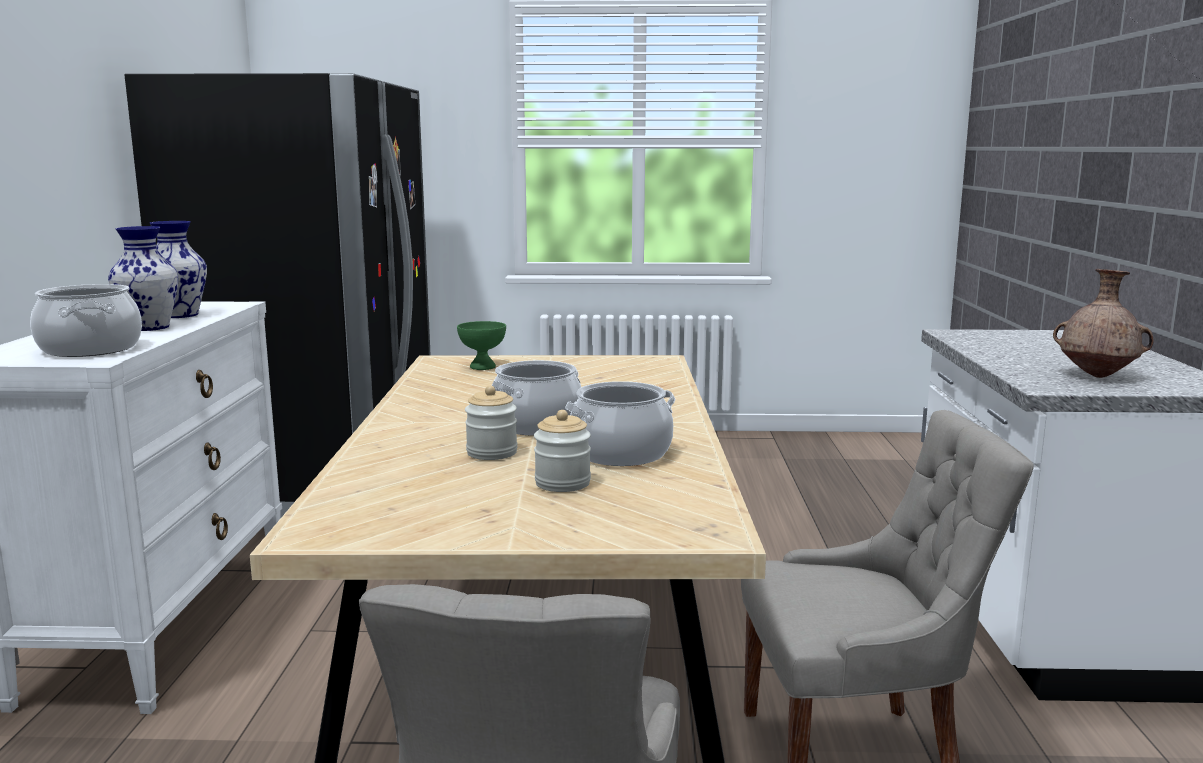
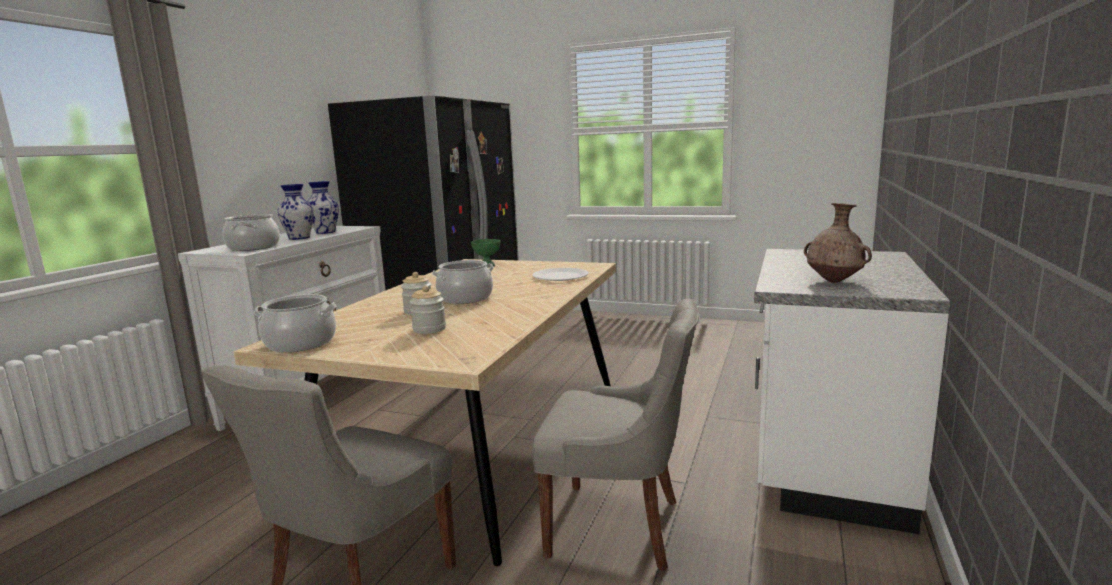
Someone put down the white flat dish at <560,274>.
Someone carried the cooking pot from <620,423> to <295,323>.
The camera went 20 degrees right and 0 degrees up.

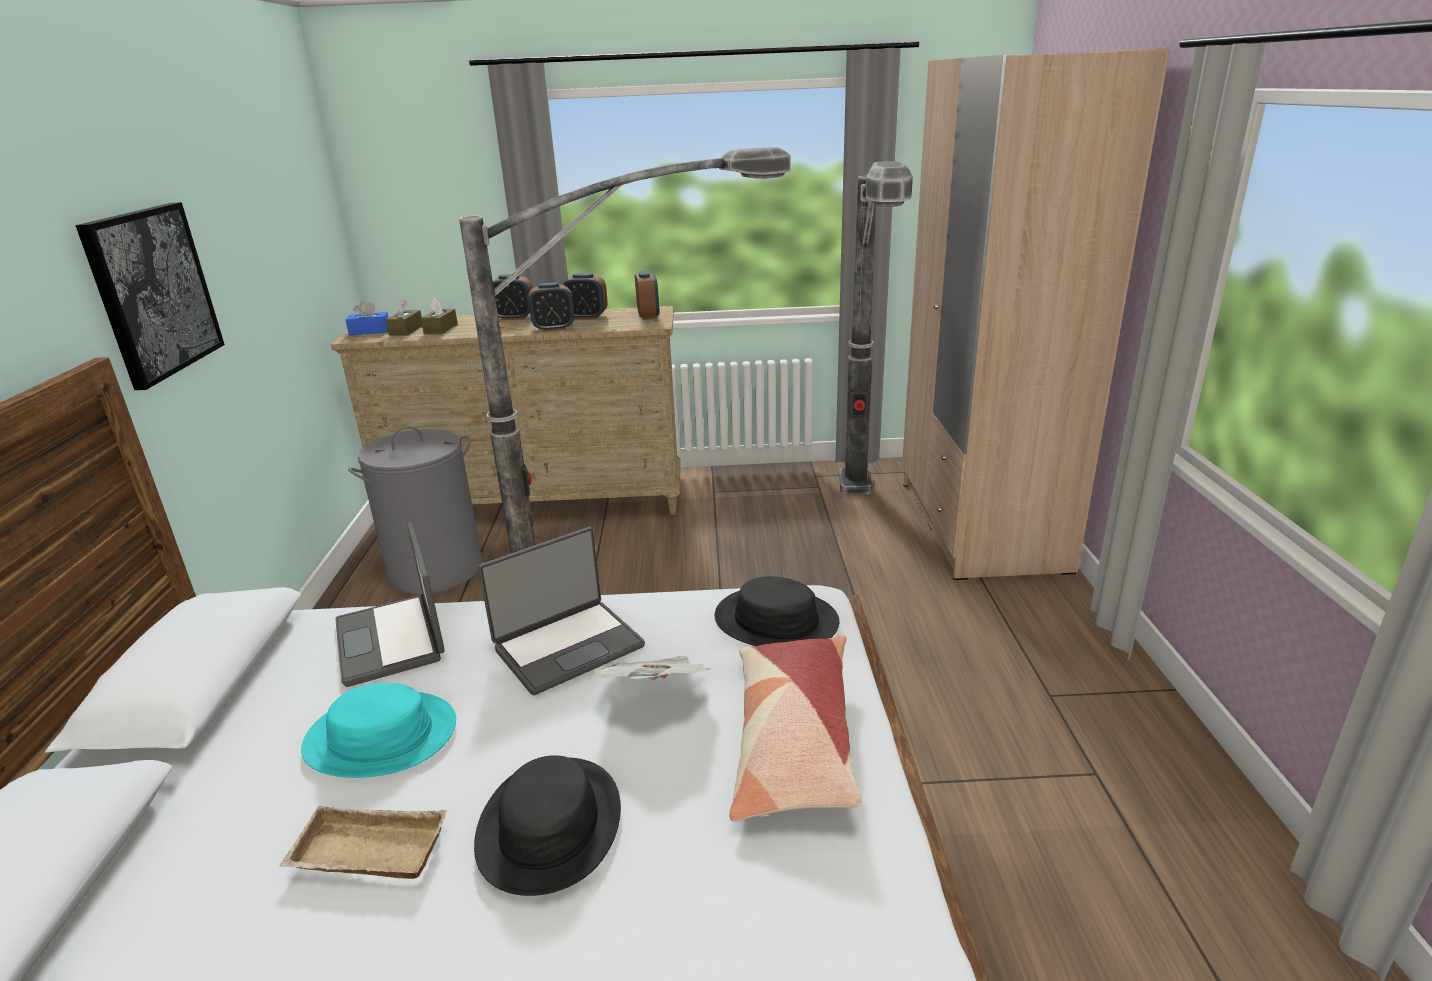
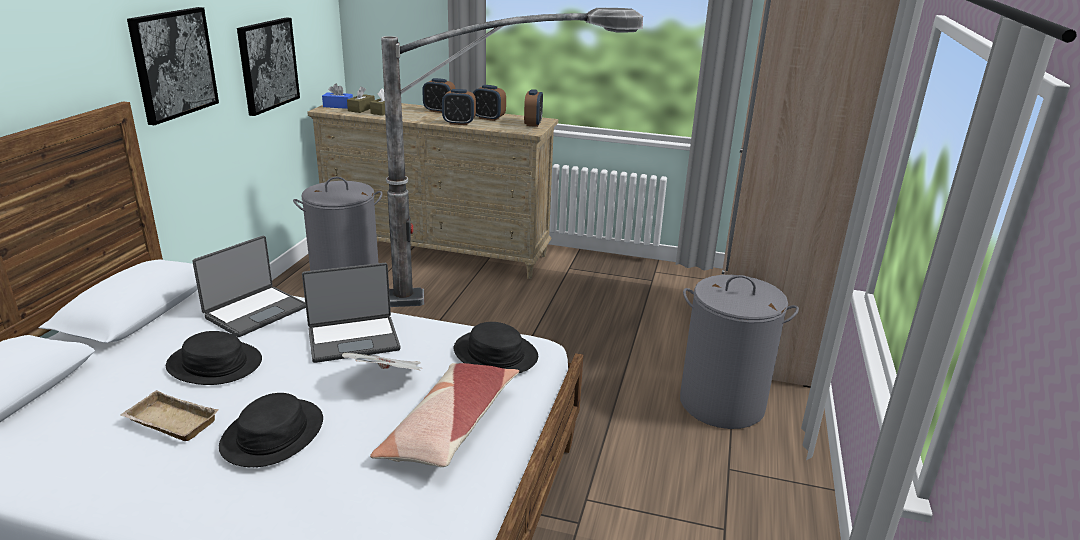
Someone took away the standard lamp at <876,327>.
Someone put up the wall art at <268,66>.
Someone put down the greyish hamper at <739,352>.
Someone repainted the turquoise hat at <378,730>, which became the blackish hat at <214,358>.
Someone rotated the portable computer at <390,604> by 135 degrees counterclockwise.
The camera went 15 degrees right and 0 degrees up.

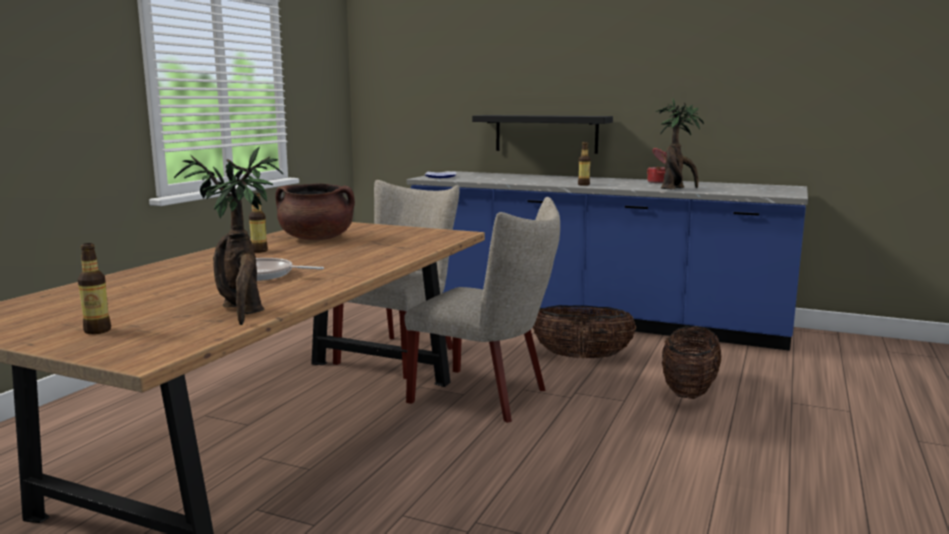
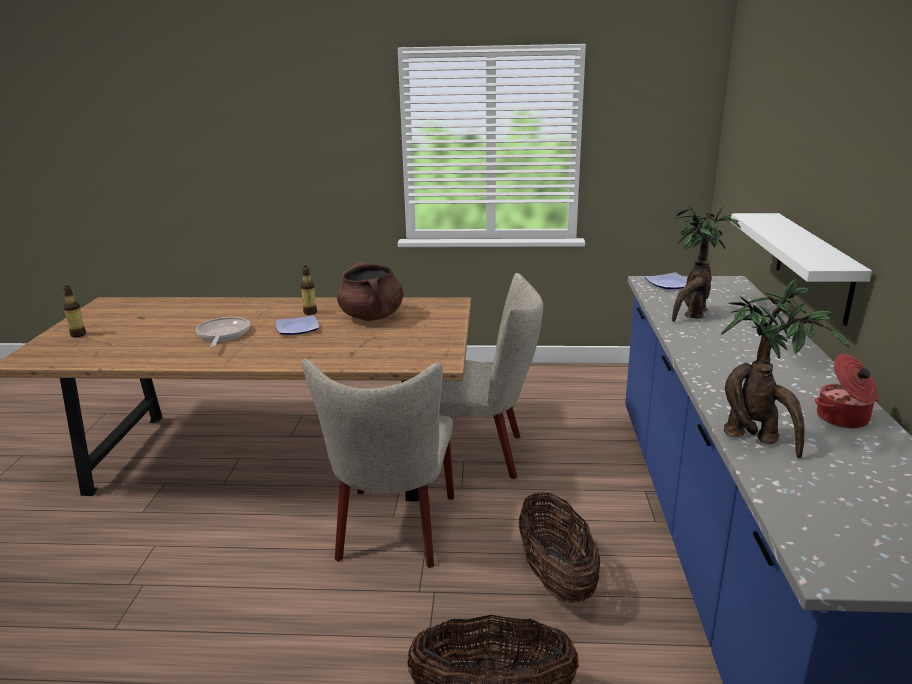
Someone took away the drink bottle at <584,164>.
Someone put down the flat dish at <297,325>.
Someone carried the plant in a pot from <228,236> to <706,262>.
Someone repainted the blackish bracket shelf at <542,134>, which became the white bracket shelf at <801,269>.
The camera went 70 degrees right and 10 degrees up.

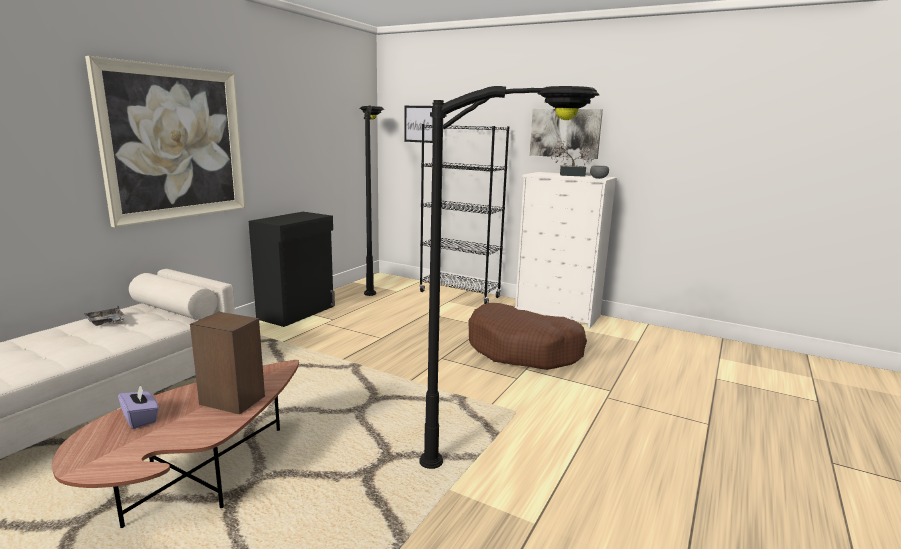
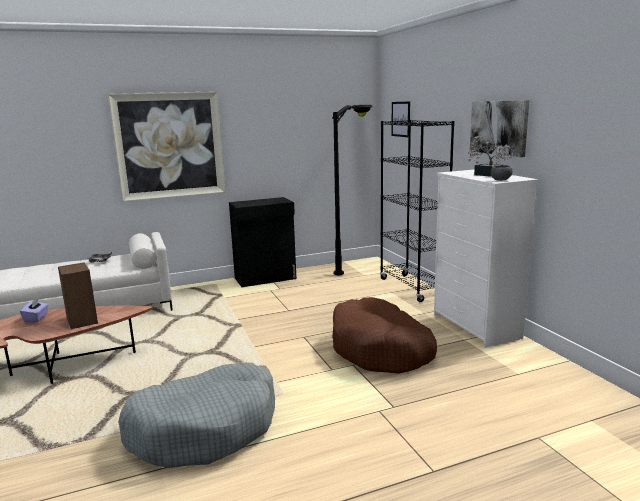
Someone swapped the blackish standard lamp at <509,277> for the greyish dog cushion at <196,415>.
The camera went 40 degrees right and 0 degrees up.

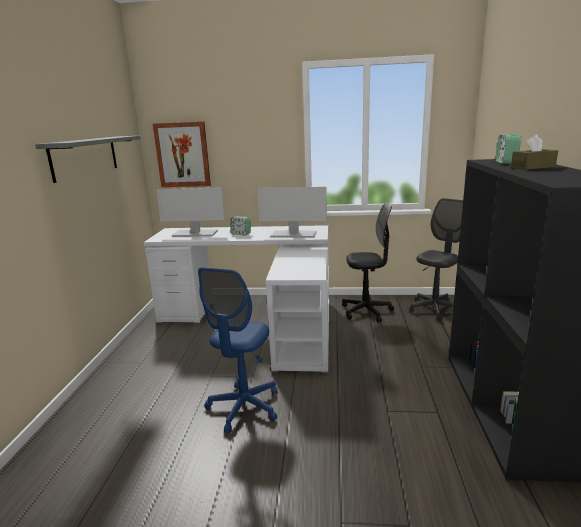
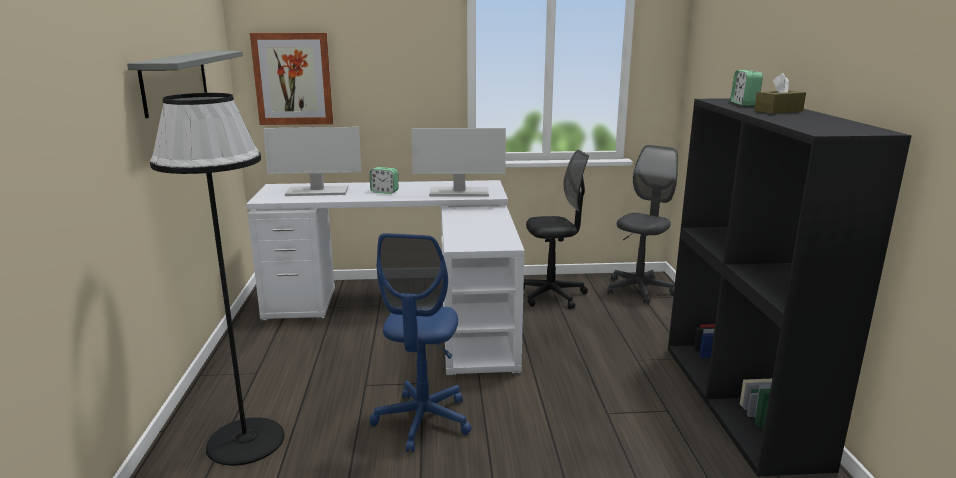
Someone put down the blackish standard lamp at <217,279>.
The camera went 10 degrees left and 0 degrees up.

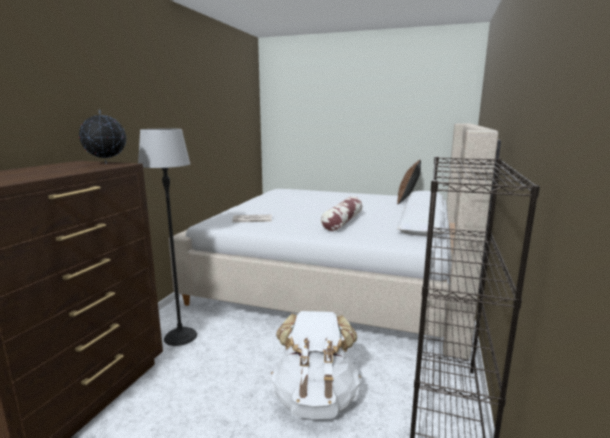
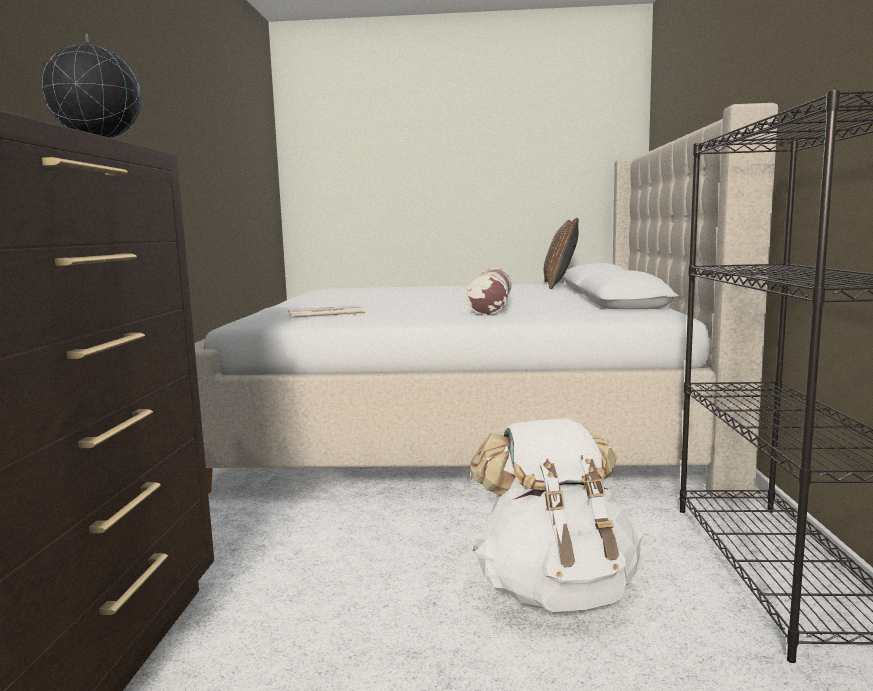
Someone took away the standard lamp at <167,237>.
The camera went 15 degrees left and 5 degrees down.

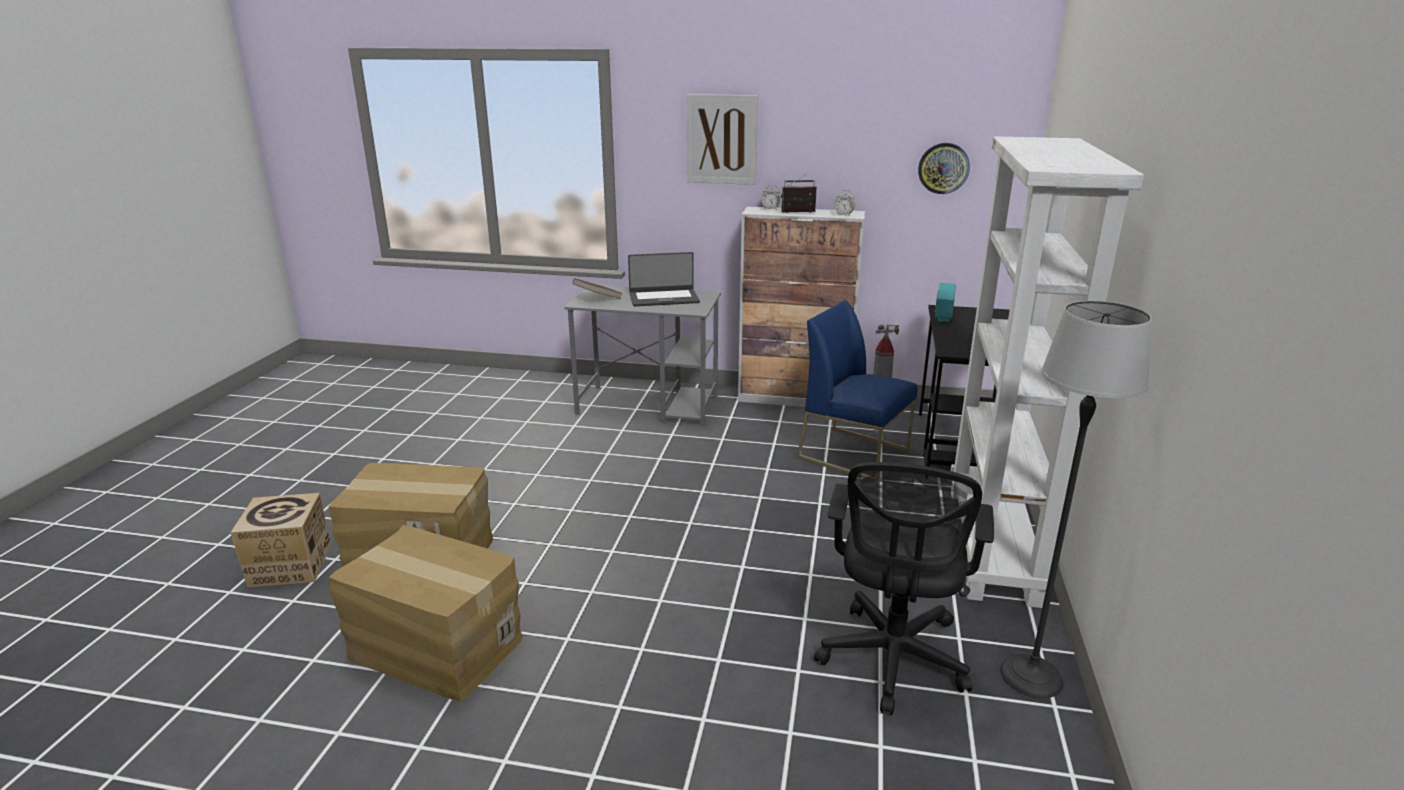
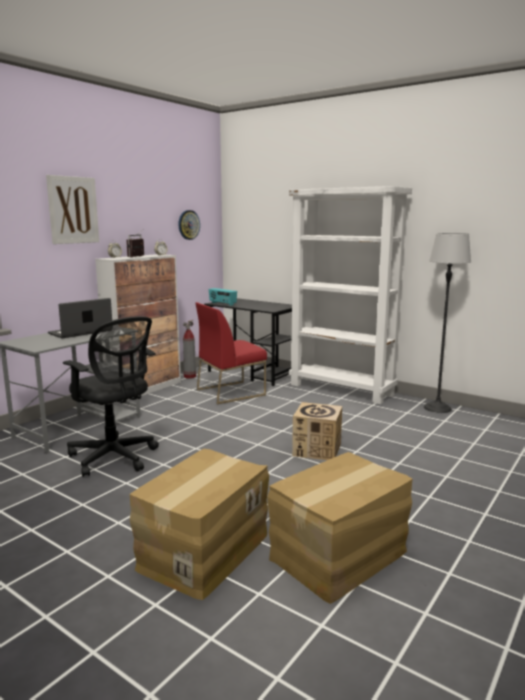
Someone took away the brownish bound book at <598,288>.
Someone carried the cardboard box from <281,540> to <317,431>.
Someone carried the blackish desk chair from <904,588> to <111,396>.
Someone repainted the blue-coloured plain chair at <857,391>, which became the reddish plain chair at <231,353>.
Someone rotated the portable computer at <664,279> by 150 degrees counterclockwise.
The camera went 65 degrees left and 10 degrees down.

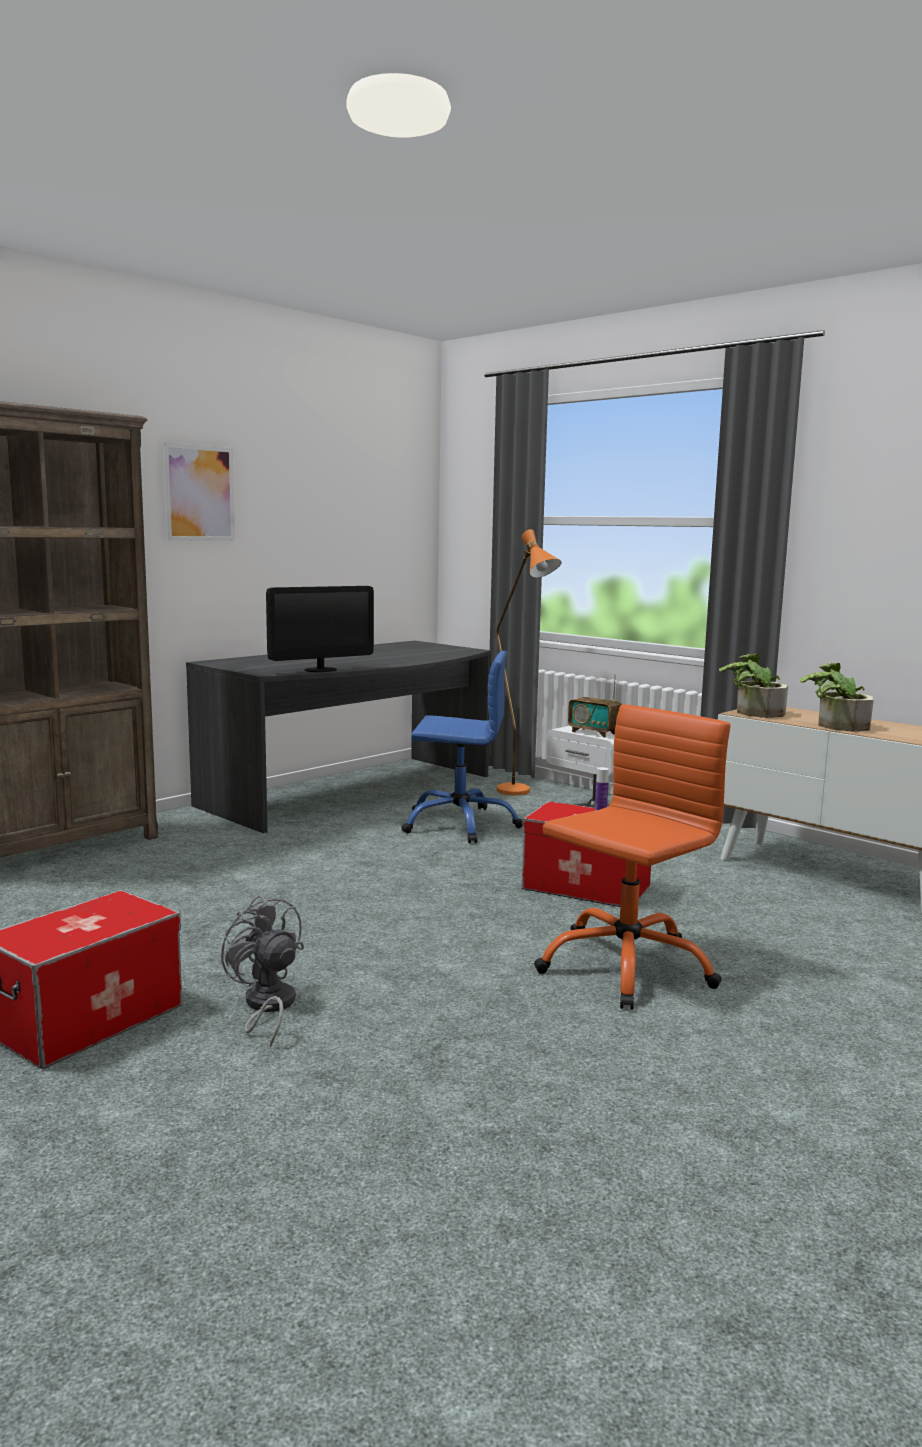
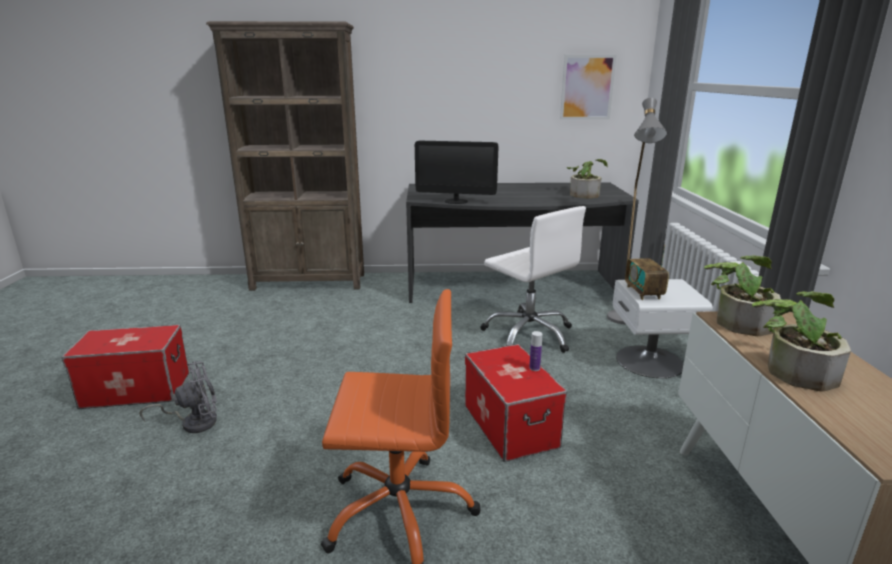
Someone put down the plant in a pot at <587,178>.
Someone carried the wall art from <199,492> to <588,87>.
Someone repainted the blue-coloured desk chair at <462,747>, which became the white desk chair at <533,279>.
Someone repainted the orange standard lamp at <529,662>, which became the greyish standard lamp at <637,211>.
Someone rotated the greyish cooling fan at <262,971> by 60 degrees clockwise.
The camera went 45 degrees right and 10 degrees up.

